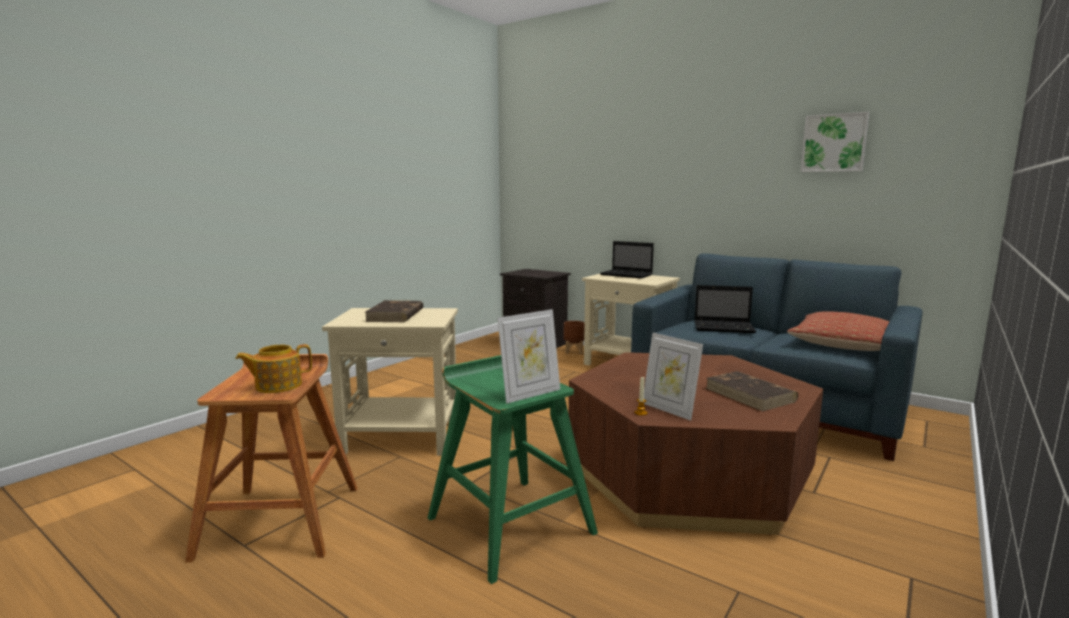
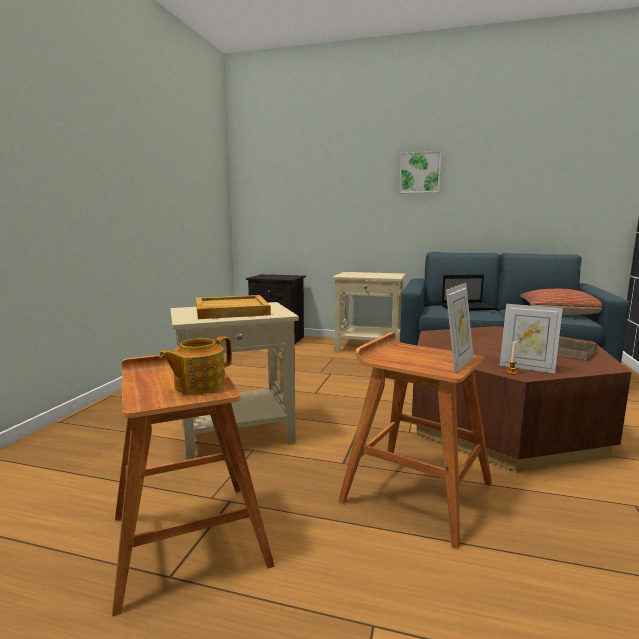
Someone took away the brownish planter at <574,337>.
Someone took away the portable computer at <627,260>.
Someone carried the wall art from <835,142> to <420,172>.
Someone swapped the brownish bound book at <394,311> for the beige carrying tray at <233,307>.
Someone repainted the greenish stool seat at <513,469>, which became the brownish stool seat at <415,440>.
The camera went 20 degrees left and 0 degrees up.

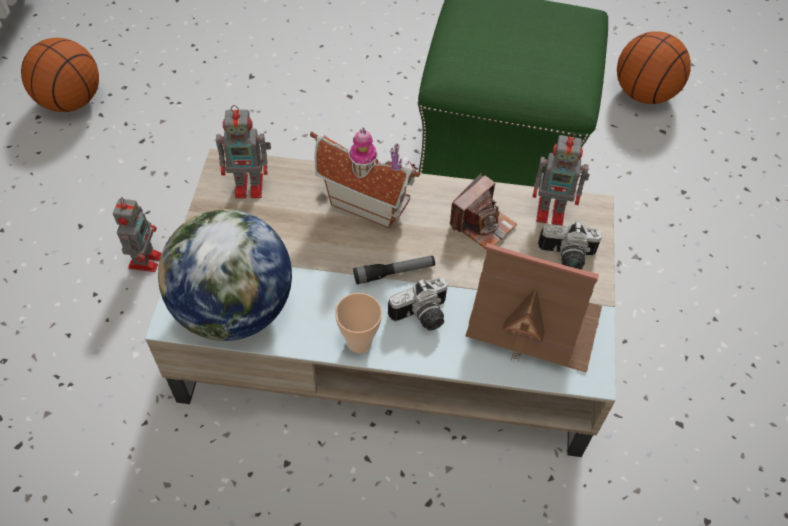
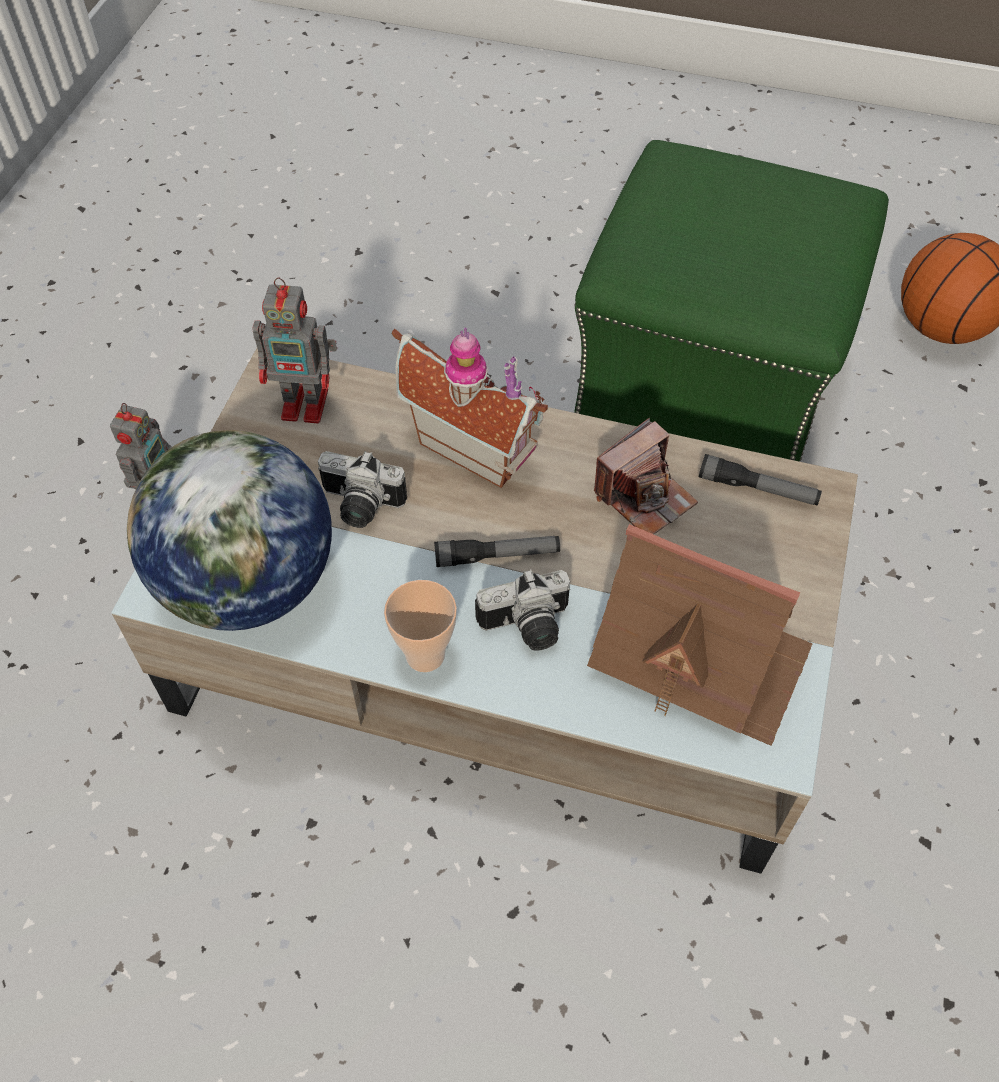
Someone took away the basketball at <60,75>.
Someone carried the still camera from <570,245> to <362,489>.
Someone swapped the robot figure at <561,179> for the hand torch at <760,479>.
The camera went 10 degrees right and 0 degrees up.

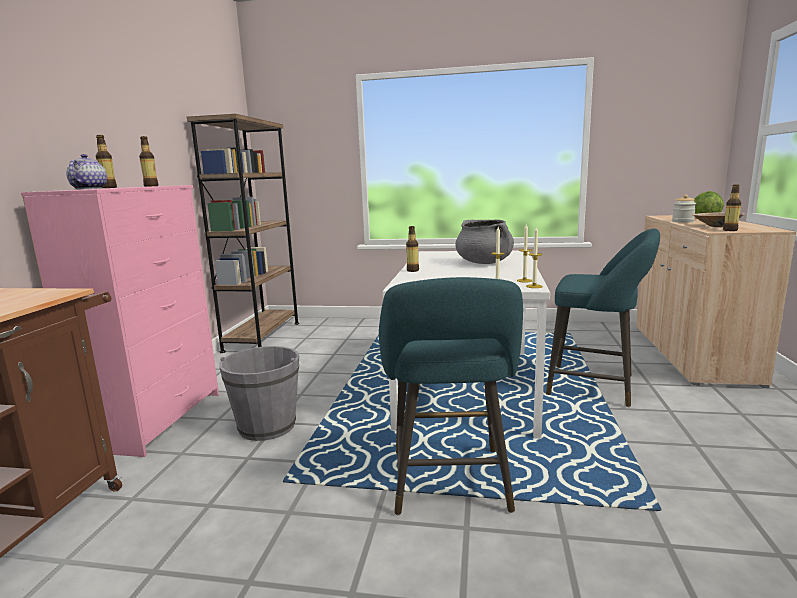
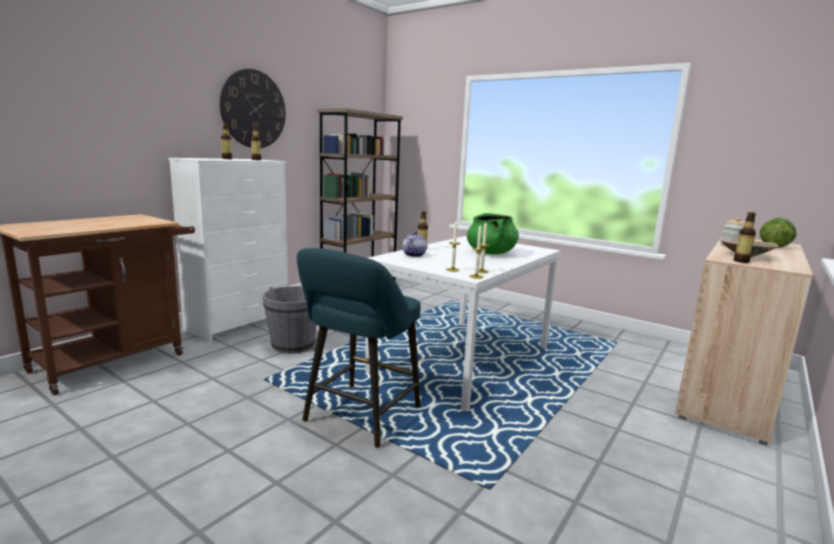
Someone took away the turquoise stool seat at <603,318>.
Someone put up the wall clock at <253,108>.
Someone carried the teapot from <86,171> to <414,244>.
Someone repainted the pinkish dresser at <120,321>, which became the white dresser at <228,250>.
Someone repainted the greyish cooking pot at <485,242>, which became the greenish cooking pot at <493,234>.
The camera went 25 degrees right and 0 degrees up.

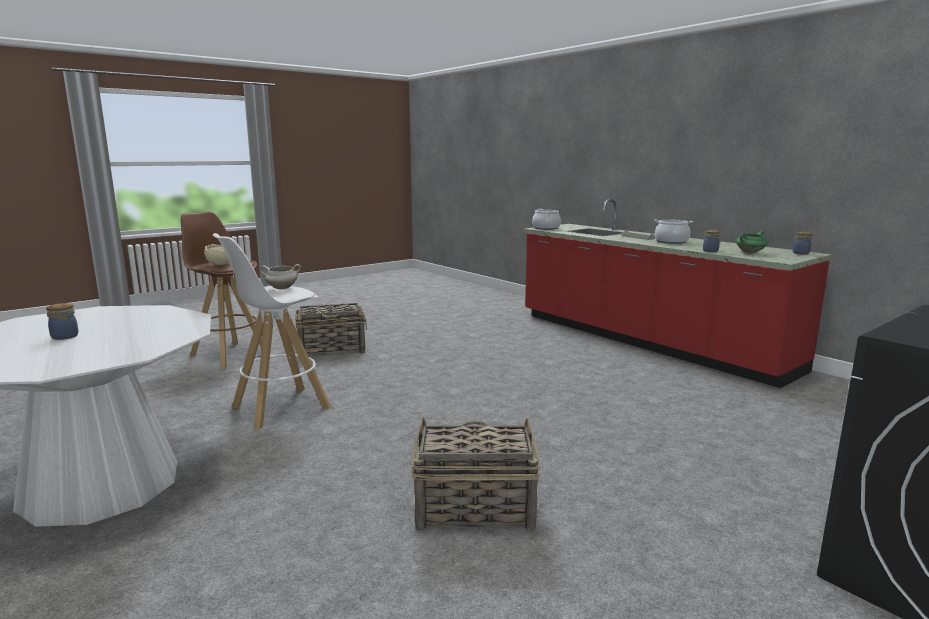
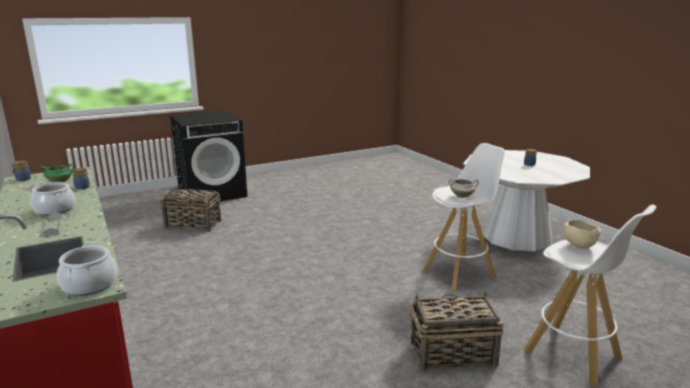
Someone carried the basket from <475,474> to <190,210>.
Someone repainted the brownish stool seat at <221,290>, which became the white stool seat at <590,296>.
The camera went 170 degrees left and 5 degrees up.

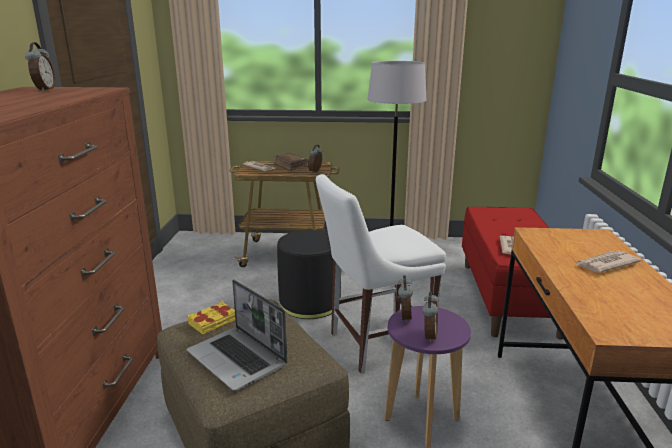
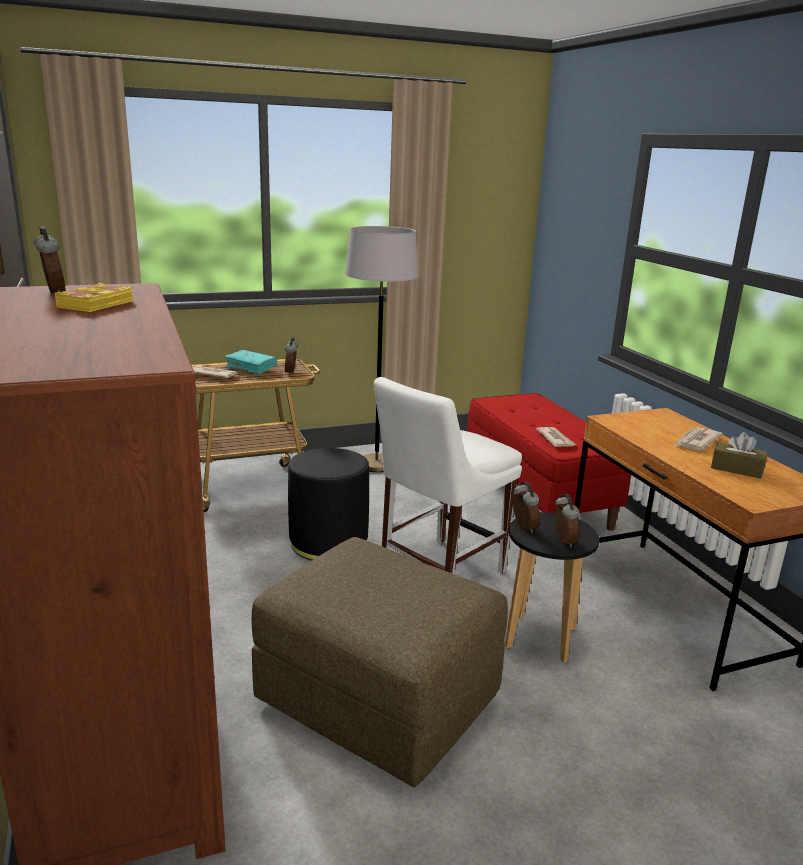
Someone took away the portable computer at <237,335>.
Someone put down the brownish tissue box at <739,455>.
Someone carried the yellowish bound book from <211,317> to <94,297>.
Someone repainted the brownish bound book at <290,162>, which became the turquoise bound book at <251,362>.
Someone repainted the purple-coloured stool seat at <427,376>, which became the blackish stool seat at <552,587>.
The camera went 25 degrees left and 0 degrees up.

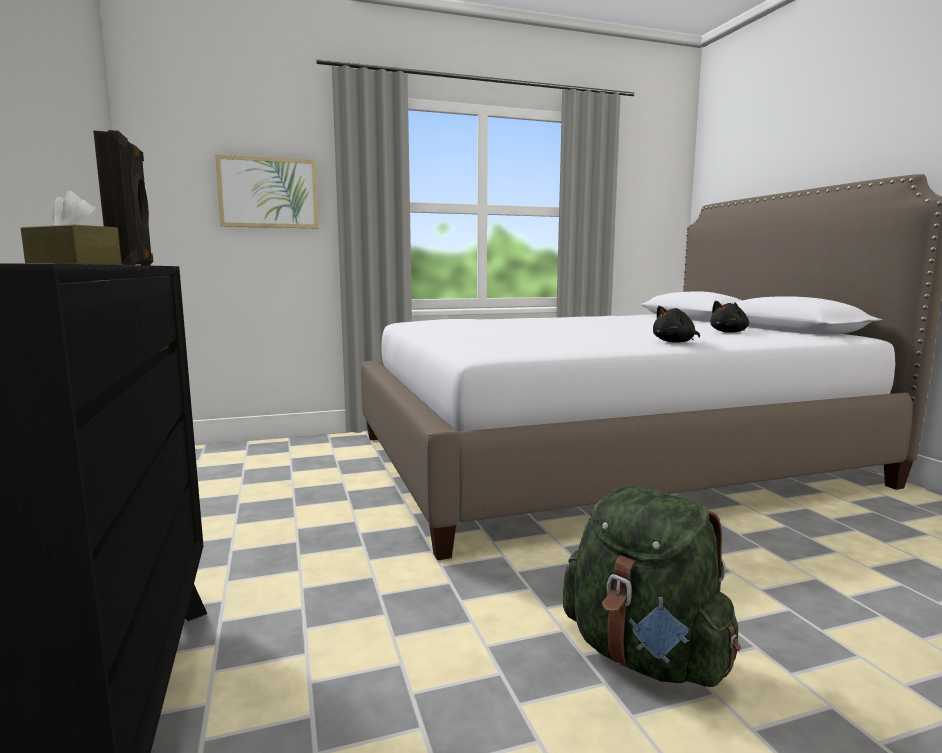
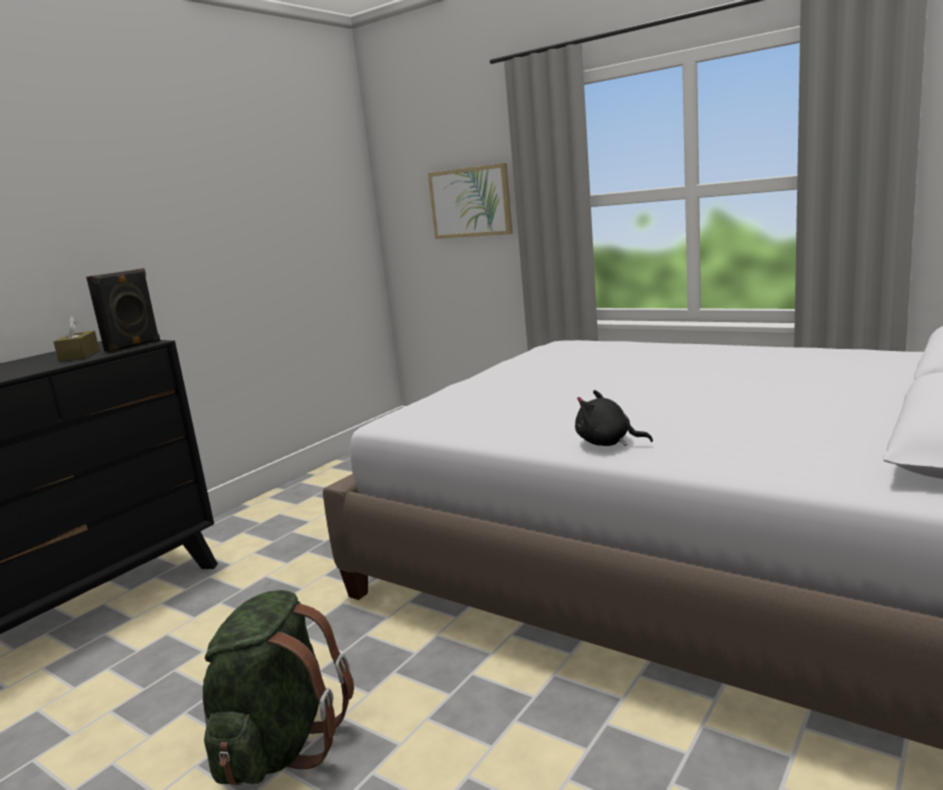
Someone took away the blackish cuddly toy at <729,317>.
The camera went 55 degrees right and 5 degrees up.

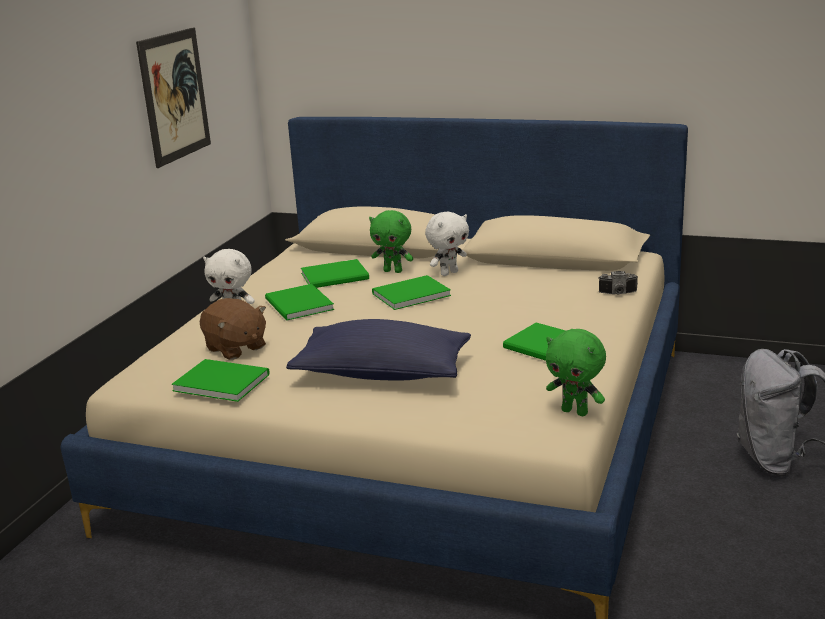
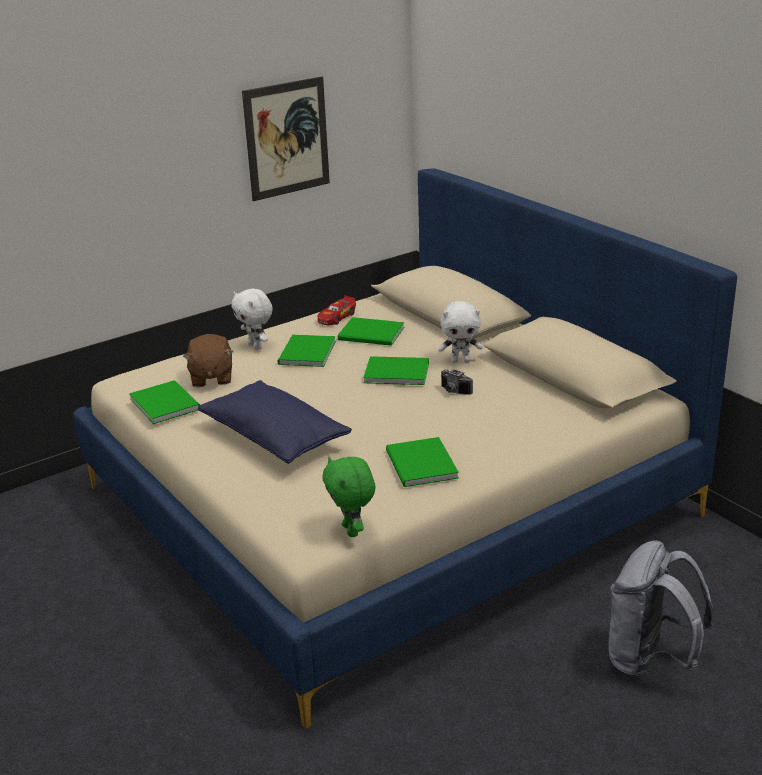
Someone took away the greenish cuddly toy at <391,241>.
Someone put down the toy car at <337,310>.
Someone carried the still camera from <618,283> to <457,382>.
The camera went 35 degrees right and 5 degrees up.

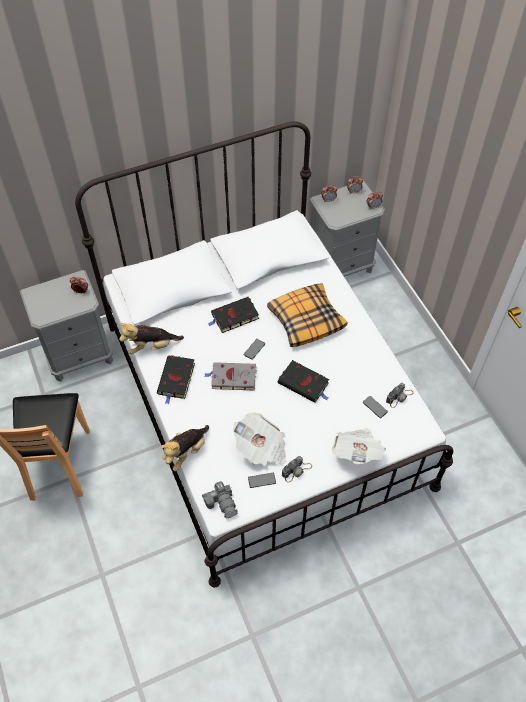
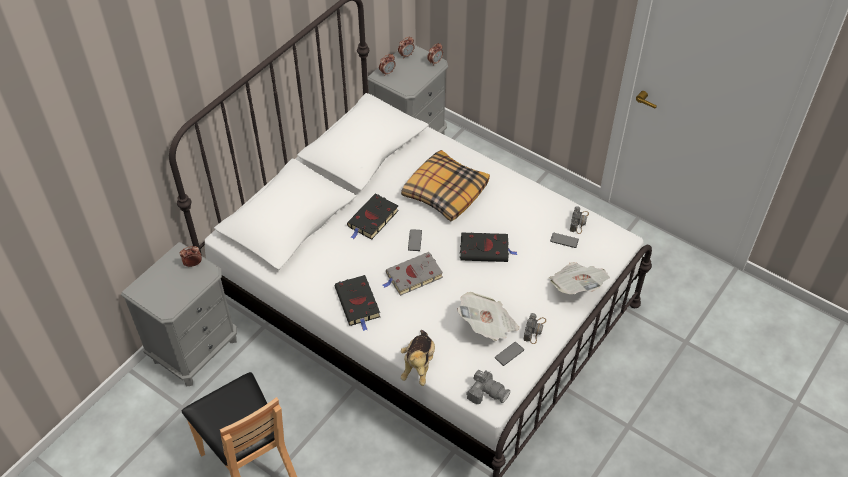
Someone took away the cuddly toy at <151,338>.
The camera went 30 degrees left and 5 degrees down.

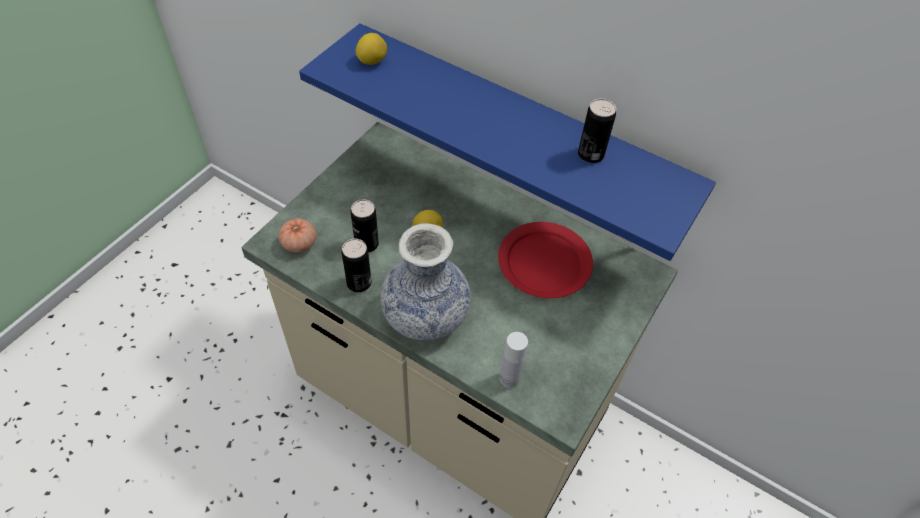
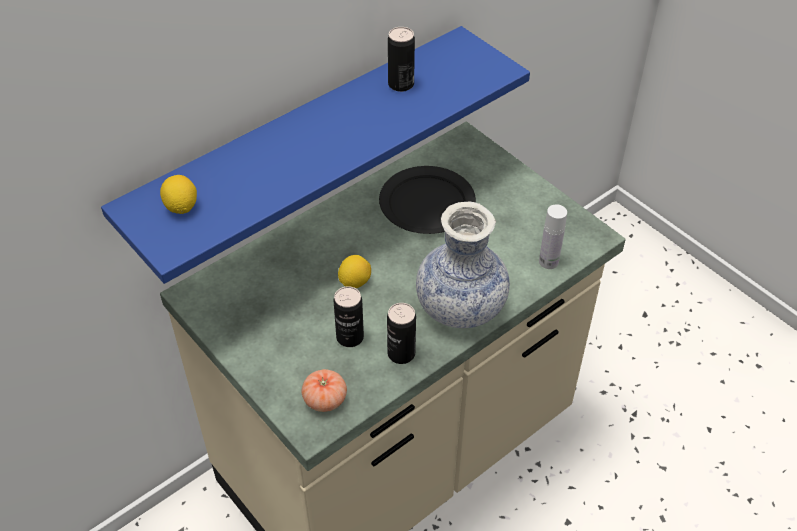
Someone repainted the reddish flat dish at <545,260>, which became the blackish flat dish at <427,200>.
The camera went 70 degrees left and 5 degrees down.

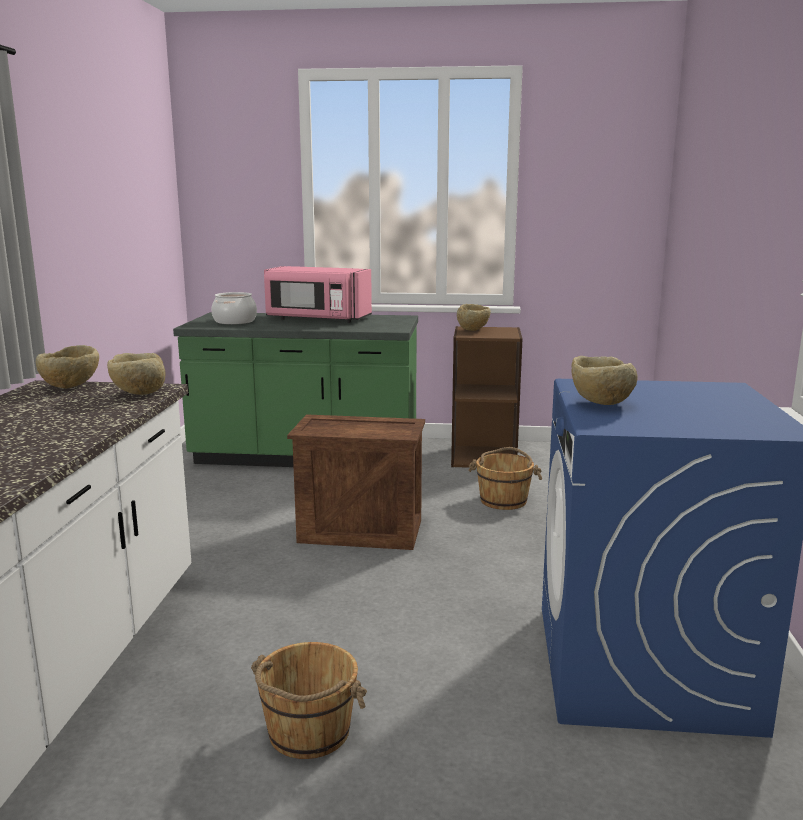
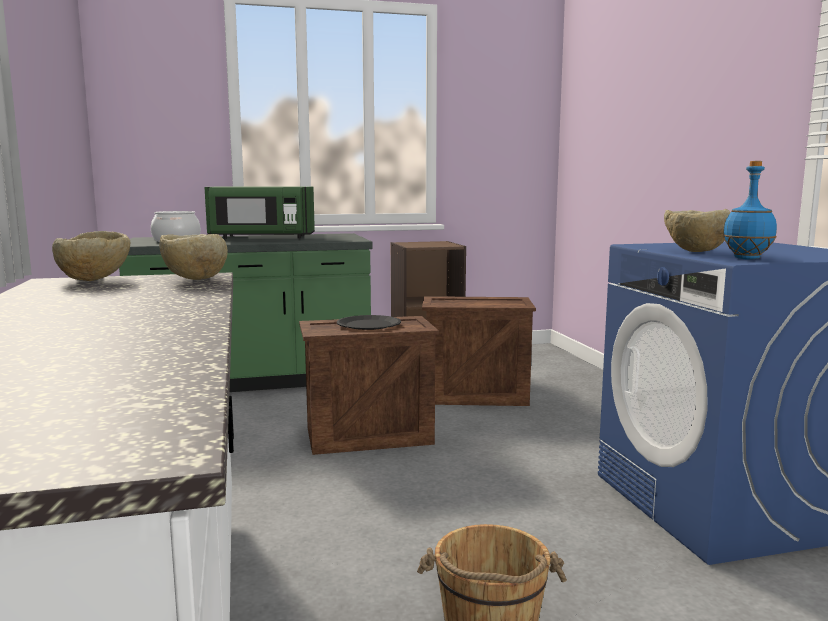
Someone took away the beige bowl at <474,317>.
Someone put down the blackish flat dish at <369,322>.
Someone put down the blue-coloured drink bottle at <750,210>.
Someone swapped the brownish water bucket at <505,478> for the packing crate at <479,351>.
Someone repainted the pinkish microwave oven at <318,294>, which became the greenish microwave oven at <259,212>.
The camera went 20 degrees left and 5 degrees down.

